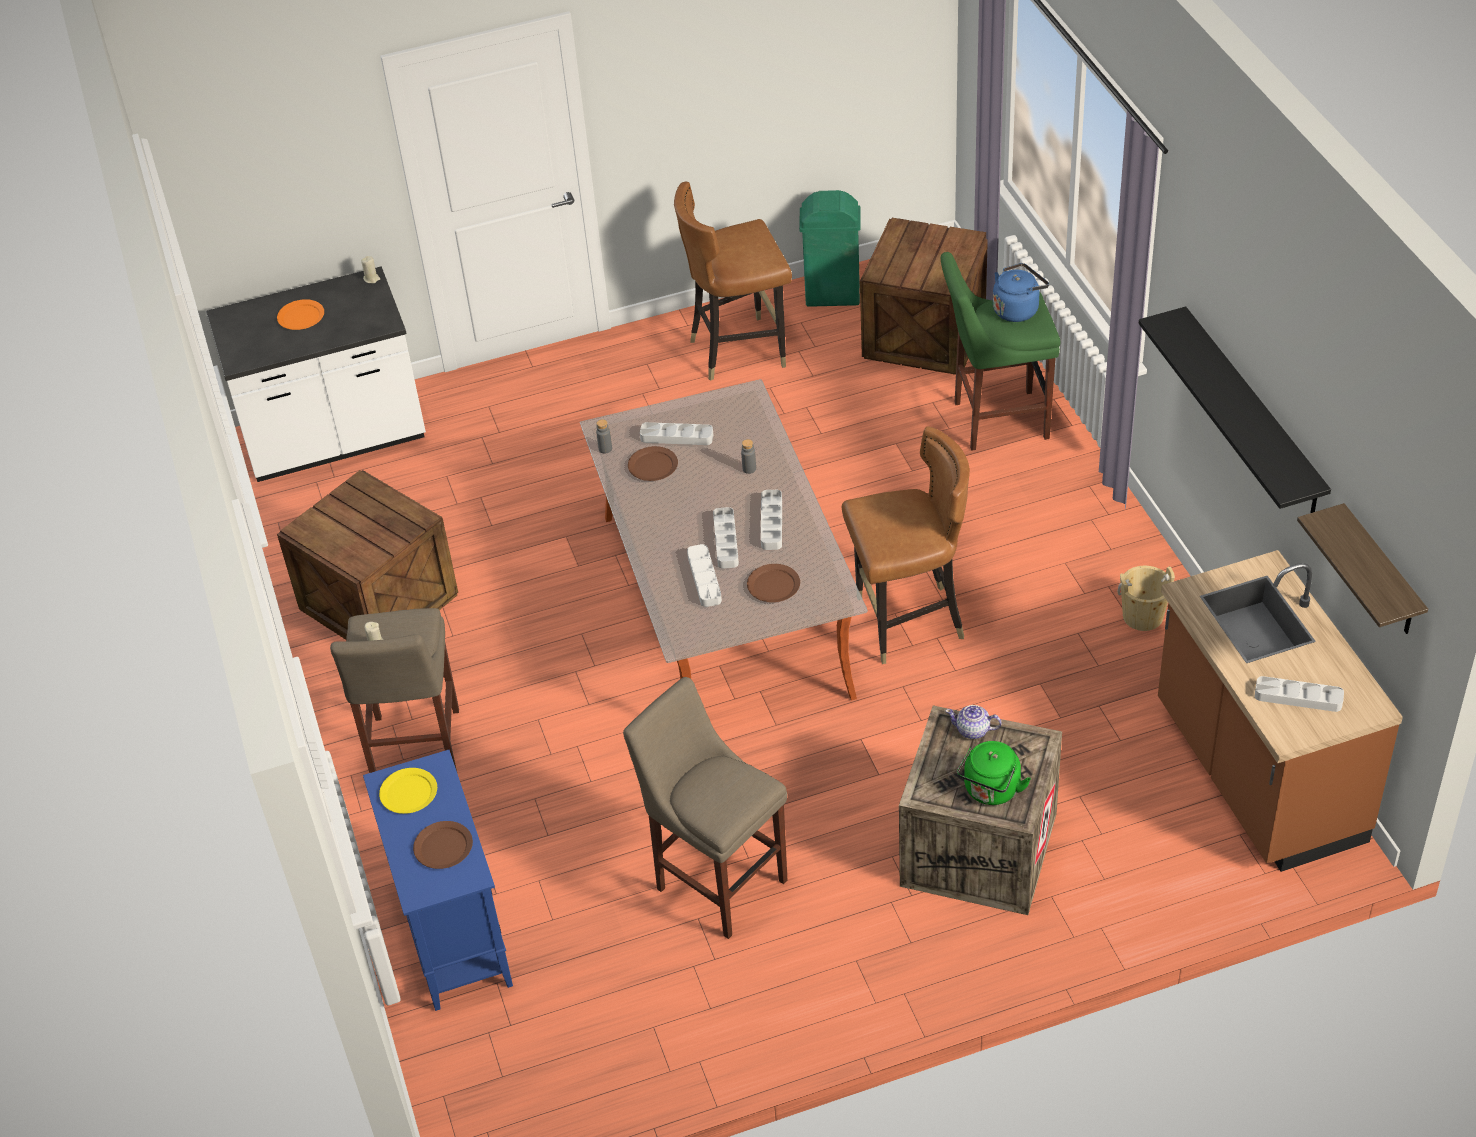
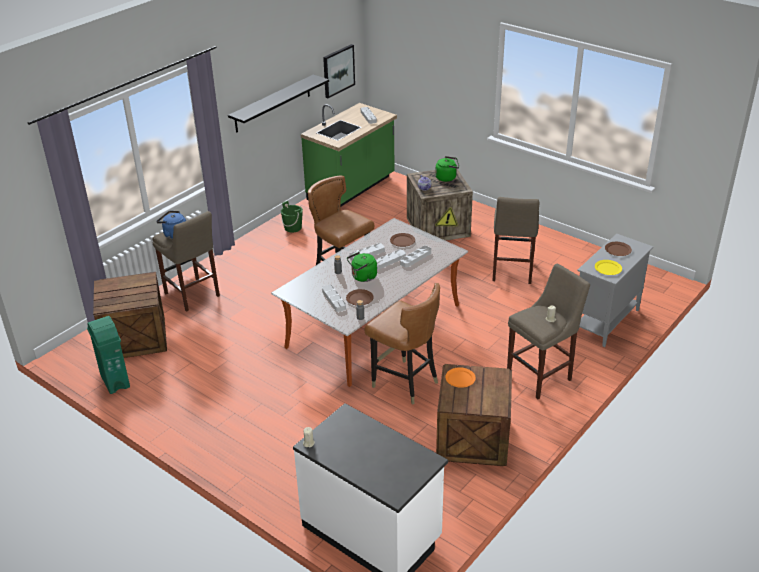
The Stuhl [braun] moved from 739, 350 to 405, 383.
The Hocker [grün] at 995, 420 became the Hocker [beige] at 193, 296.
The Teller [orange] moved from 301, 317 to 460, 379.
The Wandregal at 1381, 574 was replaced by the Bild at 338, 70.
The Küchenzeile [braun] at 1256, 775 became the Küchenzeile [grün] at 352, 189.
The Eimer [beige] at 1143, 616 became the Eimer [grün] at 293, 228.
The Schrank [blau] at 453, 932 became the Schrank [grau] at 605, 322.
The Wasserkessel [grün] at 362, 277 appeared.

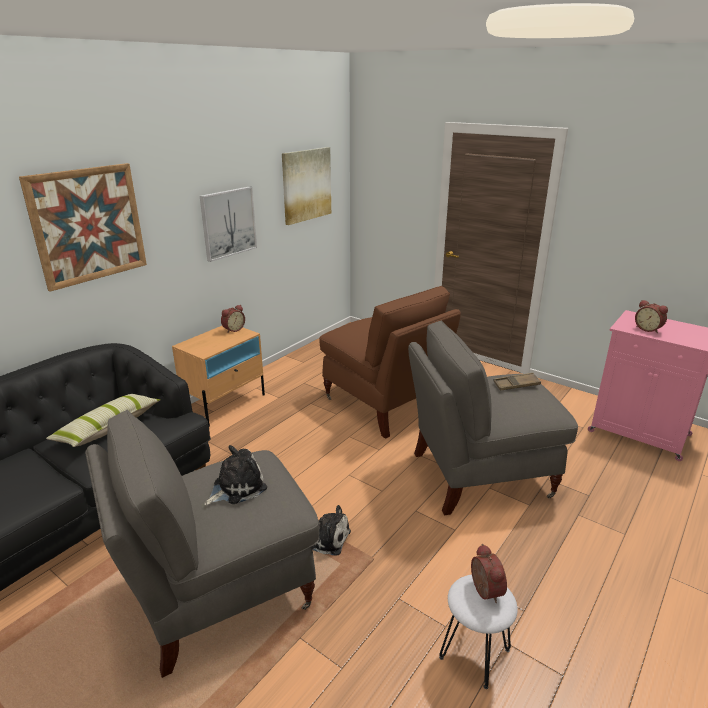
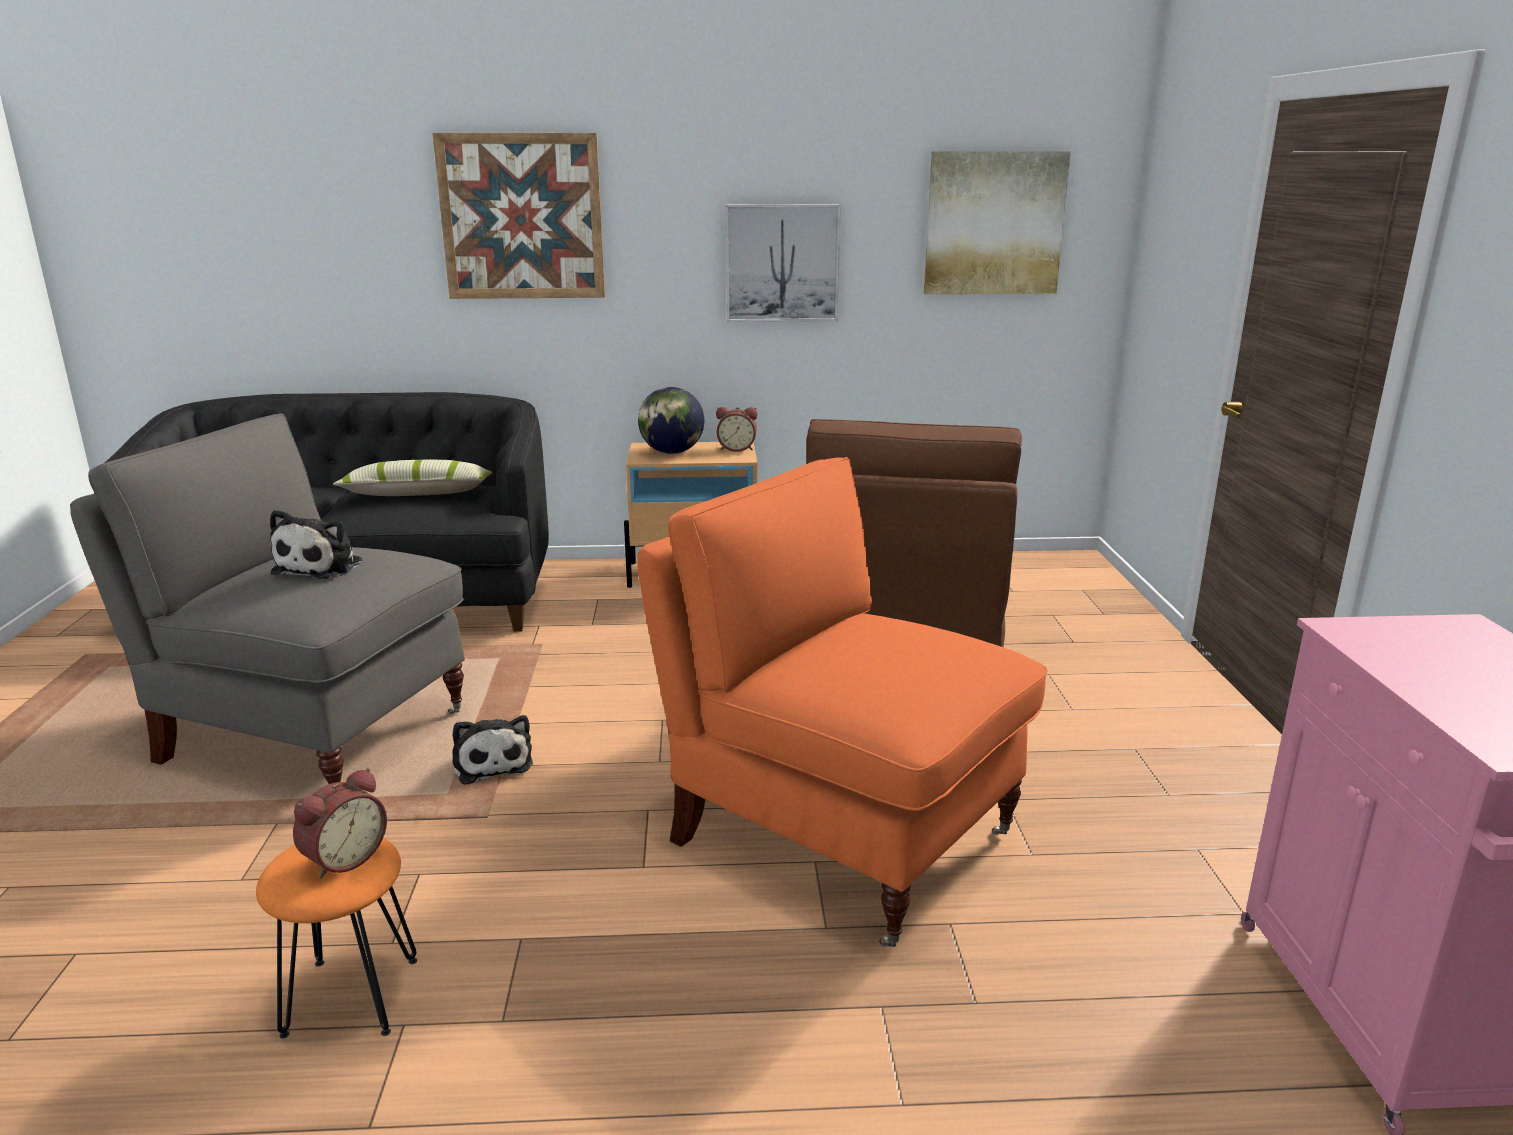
The Wecker at 648, 329 disappeared.
The Sessel [grau] at 479, 475 became the Sessel [orange] at 838, 836.
The Tablett [braun] at 516, 385 disappeared.
The Plüschtier at 236, 487 turned 90 degrees clockwise.
The Hocker [weiß] at 474, 654 became the Hocker [orange] at 349, 996.
The Globus at 671, 452 appeared.

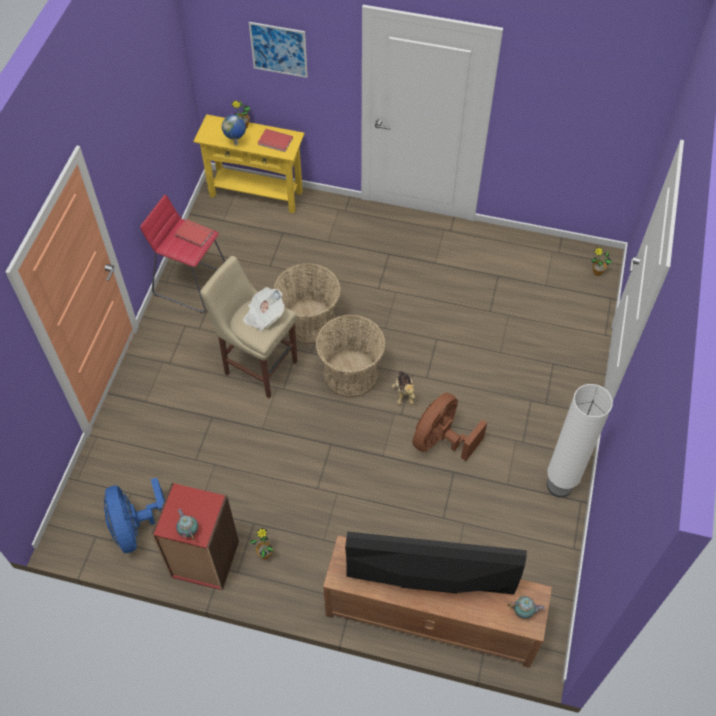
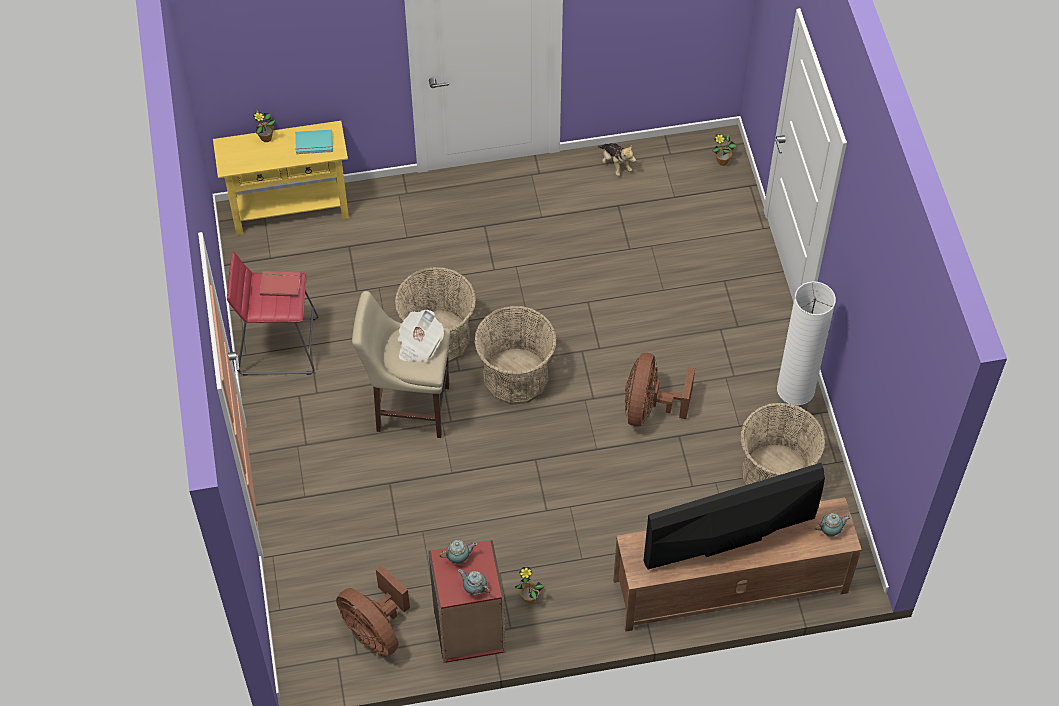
The Bild at 278, 49 disappeared.
The Globus at 236, 144 disappeared.
The Buch [rot] at 275, 142 became the Buch [türkis] at 314, 144.
The Plüschtier moved from 403, 392 to 615, 164.
The Ventilator [blau] at 135, 527 became the Ventilator [braun] at 375, 630.
The Korb at 775, 474 appeared.
The Teekanne at 459, 558 appeared.

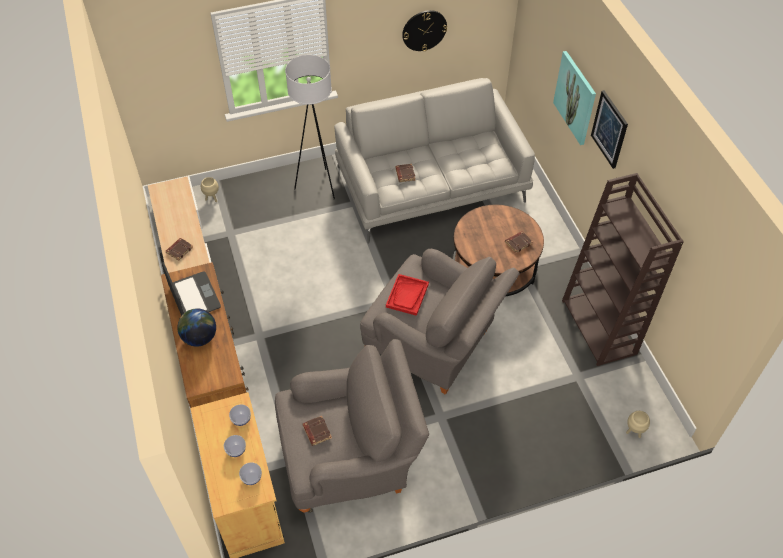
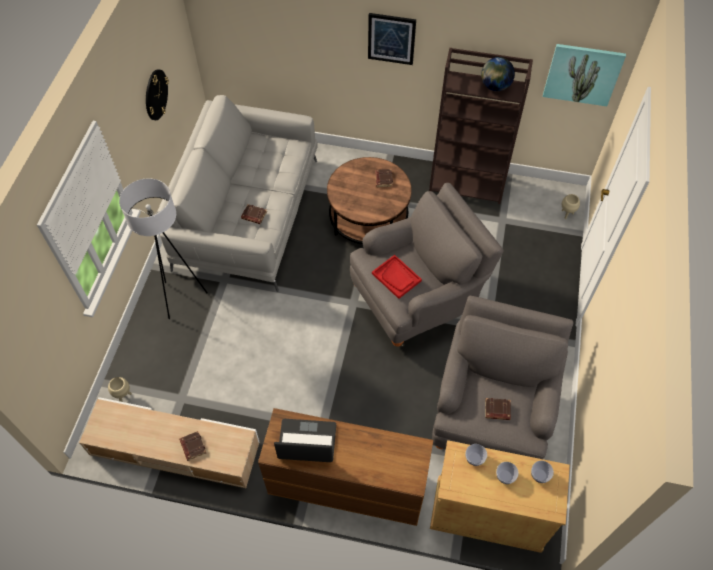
The Bild moved from 575, 98 to 582, 74.
The Globus moved from 199, 337 to 495, 86.

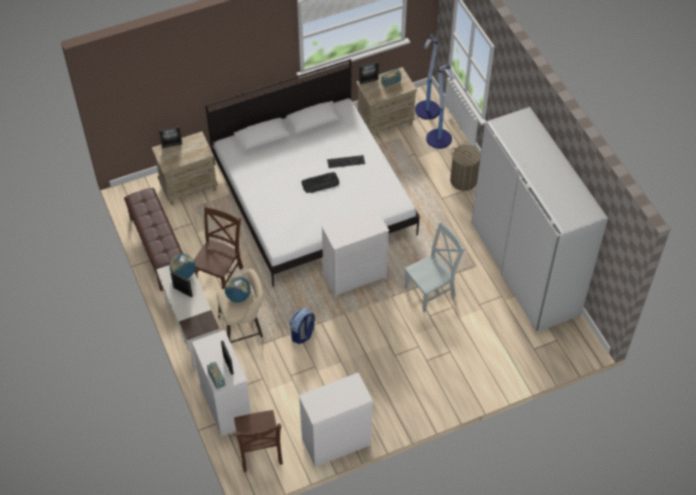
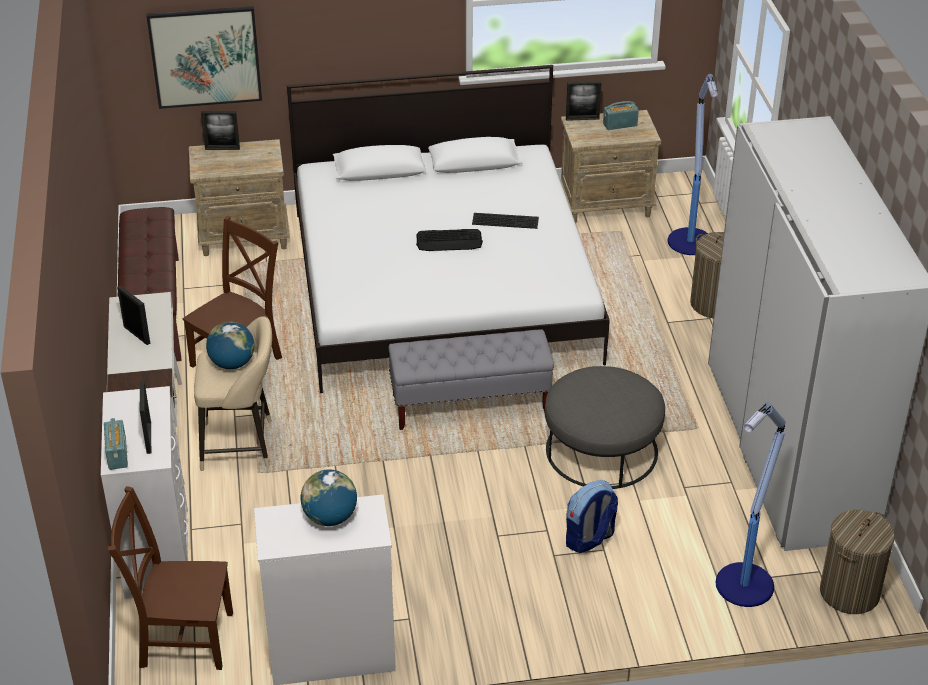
The Stehlampe moved from 427, 110 to 743, 586.
The Kommode [weiß] at 355, 276 was replaced by the Bank [grau] at 470, 405.
The Stuhl [grau] at 431, 290 was replaced by the Polsterhocker [grau] at 602, 450.
The Globus moved from 183, 274 to 330, 517.
The Rucksack moved from 302, 334 to 589, 539.
The Stuhl [braun] at 259, 452 turned 90 degrees clockwise.
The Bild at 205, 56 appeared.
The Wäschekorb at 849, 592 appeared.

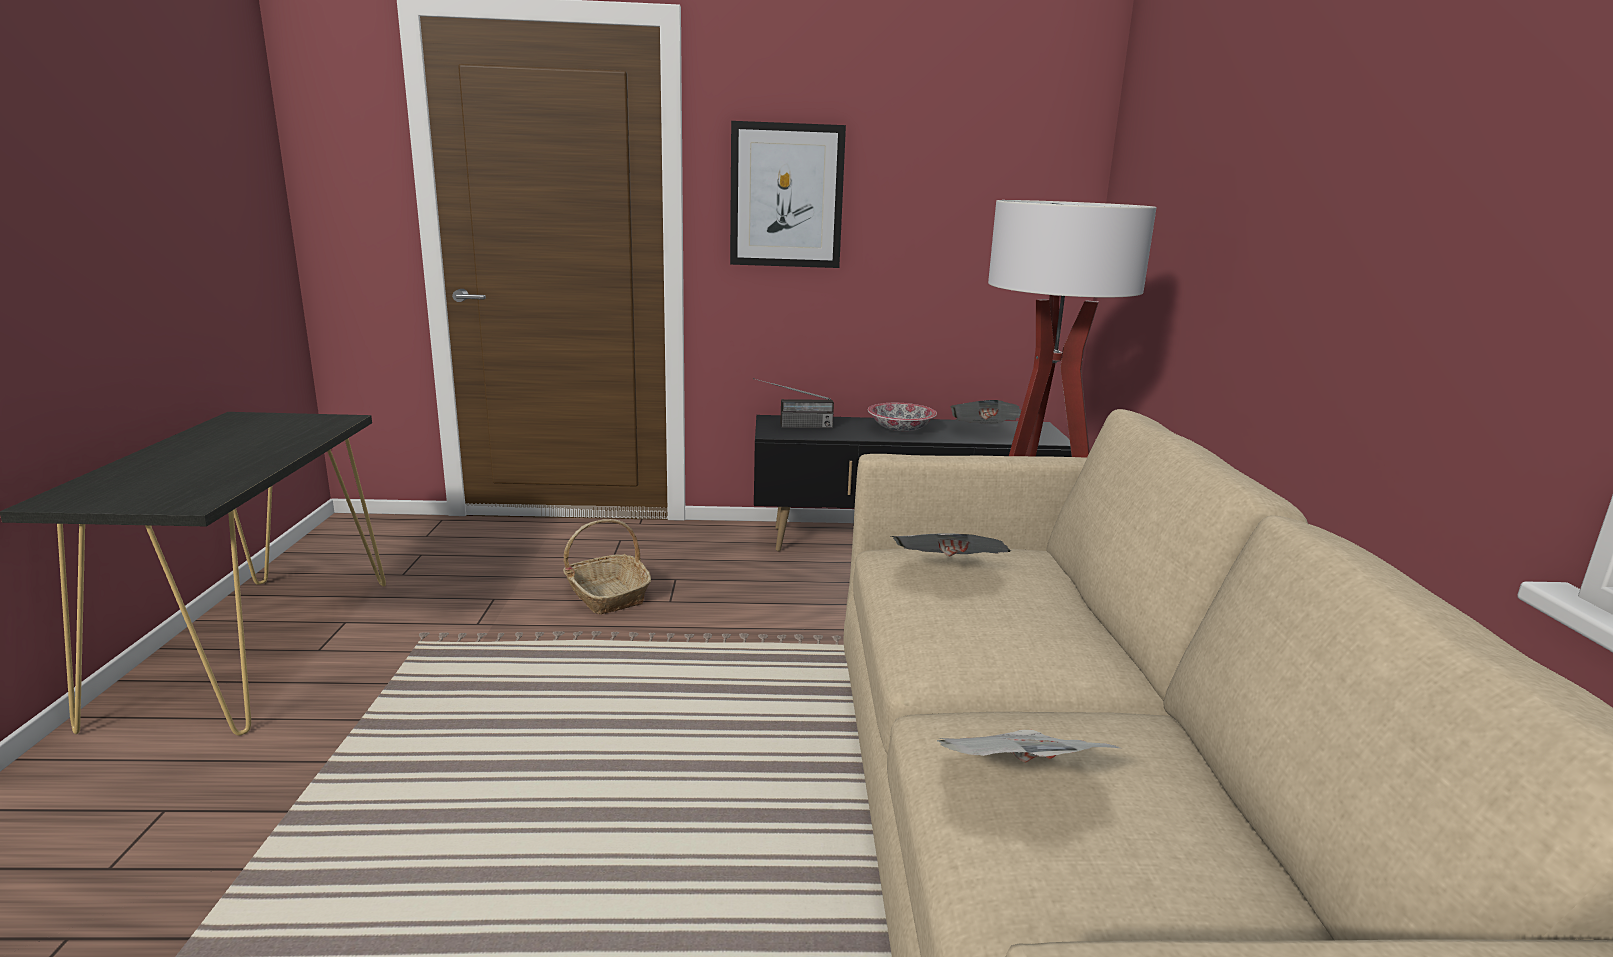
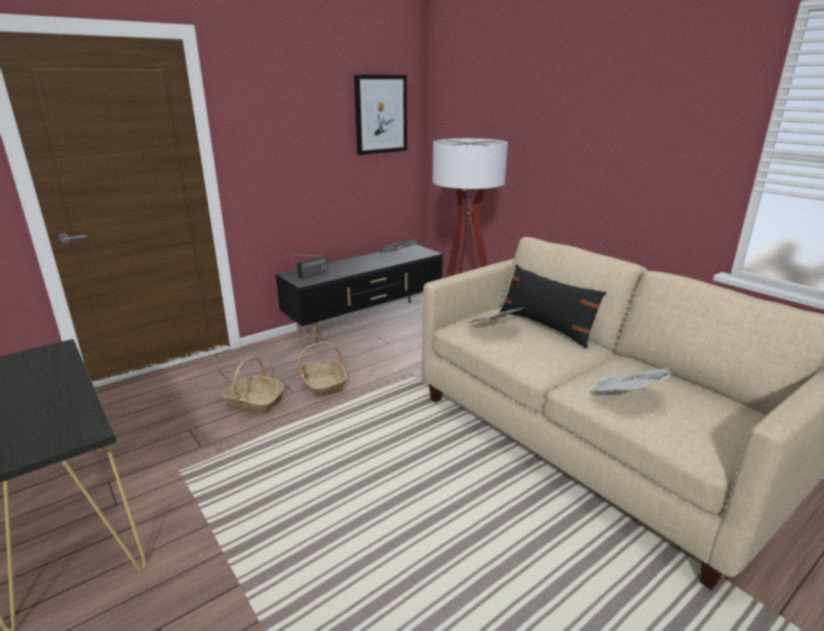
The Bild moved from 786, 196 to 380, 114.
The Schüssel at 901, 429 disappeared.
The Kissen [schwarz] at 546, 326 appeared.
The Korb at 323, 384 appeared.

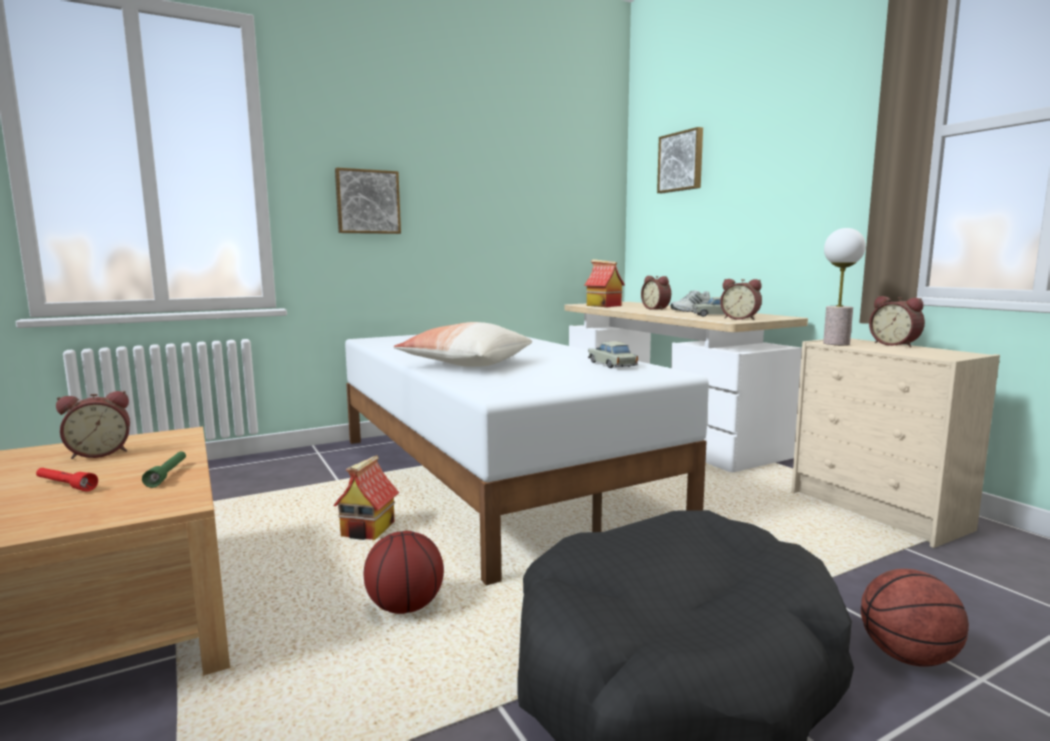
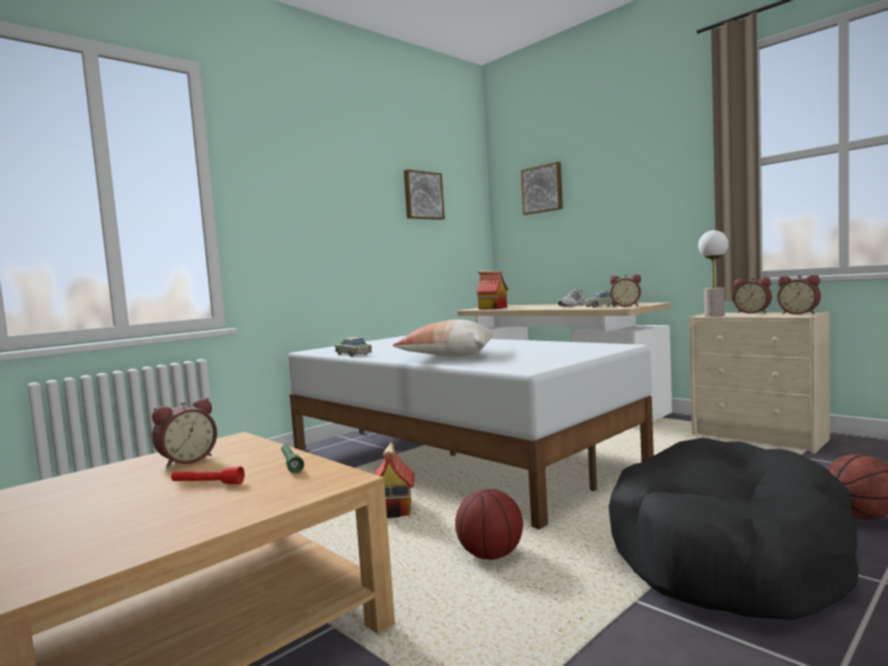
The Bild moved from 367, 202 to 422, 195.
The Wecker moved from 657, 309 to 799, 313.
The Spielzeugauto [beige] moved from 612, 365 to 353, 354.

